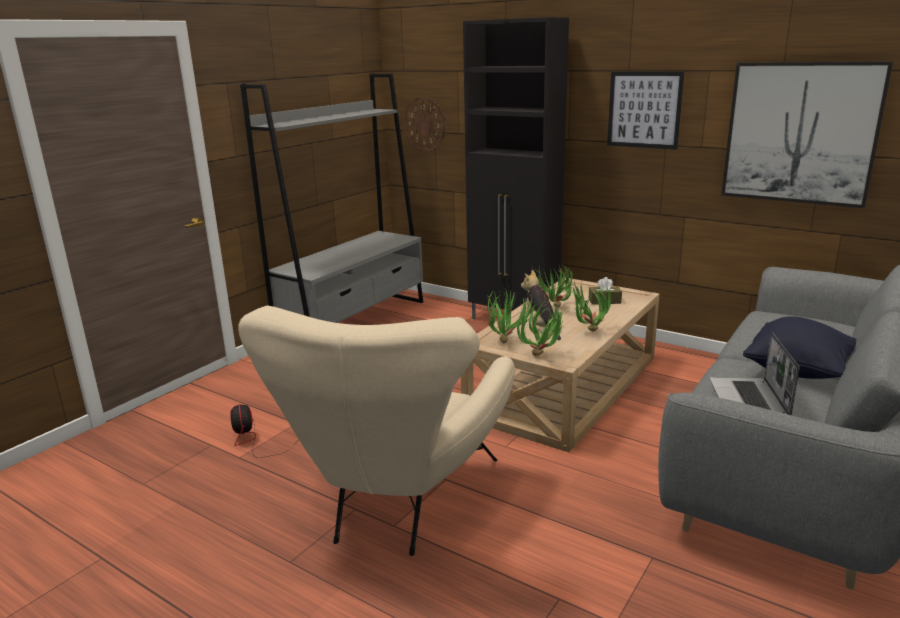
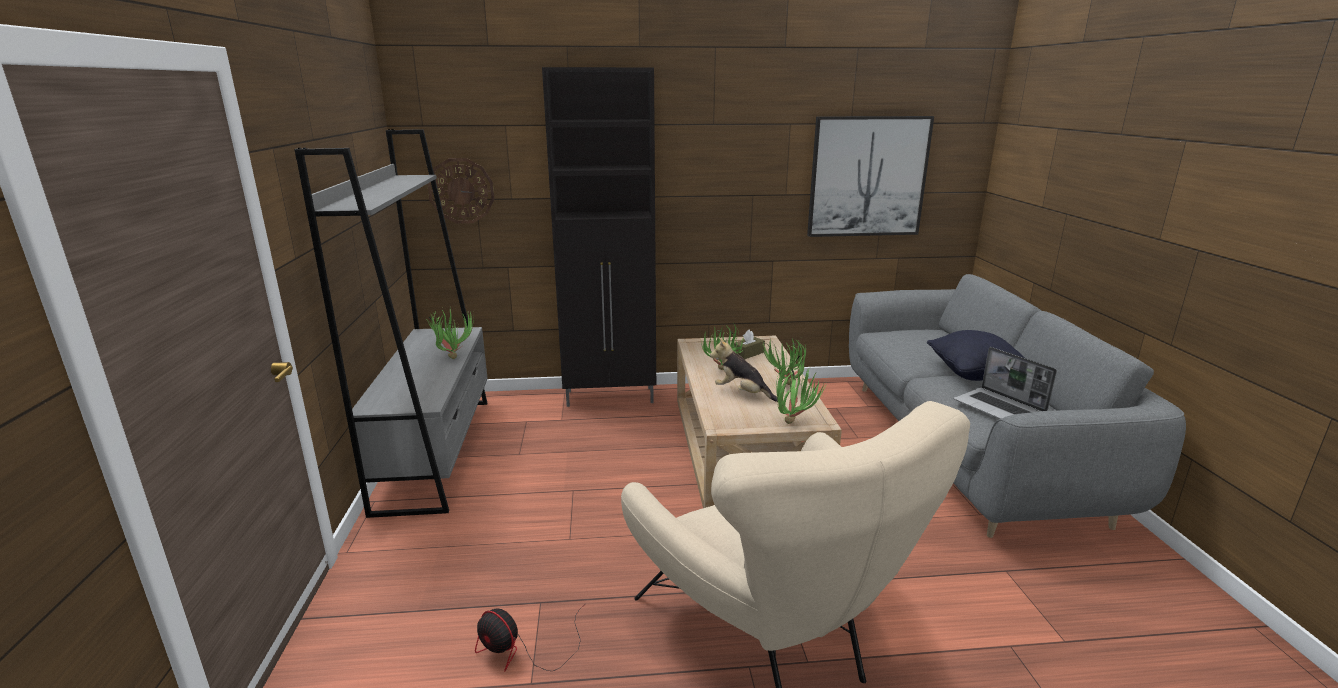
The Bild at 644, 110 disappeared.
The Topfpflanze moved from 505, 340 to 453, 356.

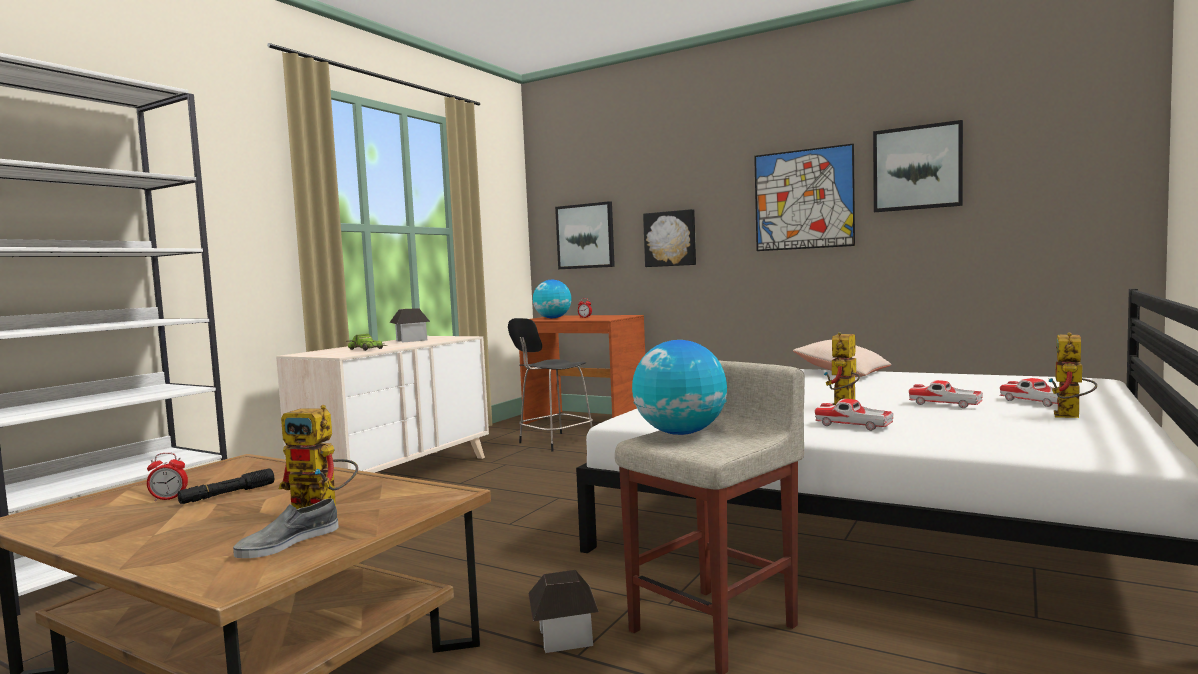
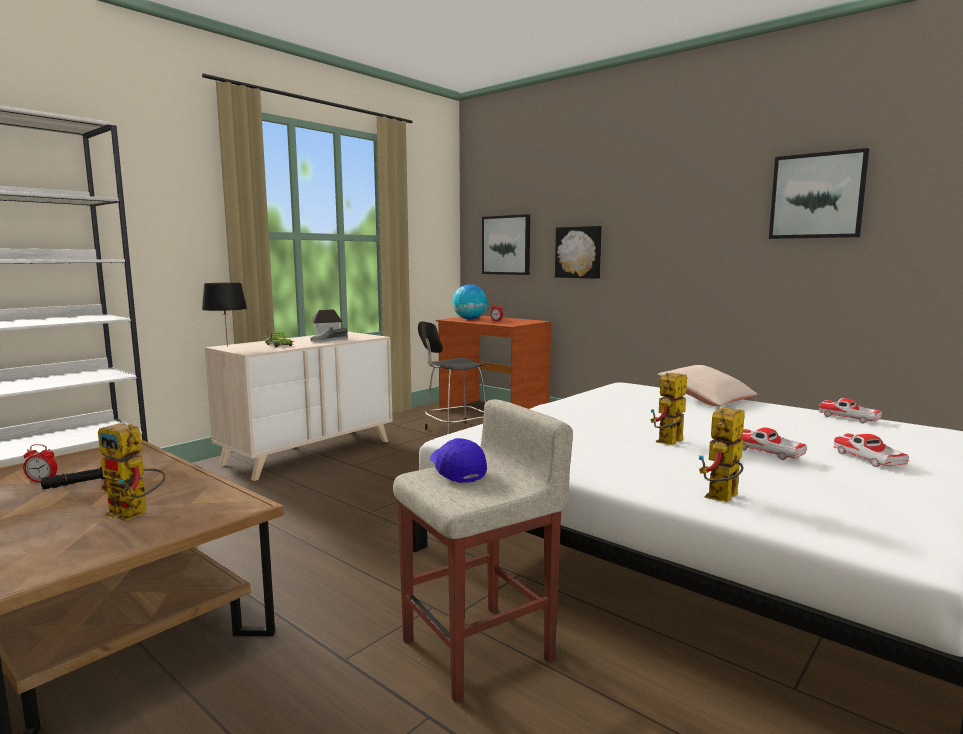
The Bild at 803, 199 disappeared.
The Spielzeugroboter moved from 1071, 417 to 722, 499.
The Globus at 680, 433 was replaced by the Kappe [blau] at 457, 471.
The Spielzeugauto moved from 854, 425 to 849, 418.
The Schuh [grau] moved from 288, 542 to 329, 341.
The Spielzeughaus at 564, 637 disappeared.
The Tischlampe [schwarz] at 227, 346 appeared.

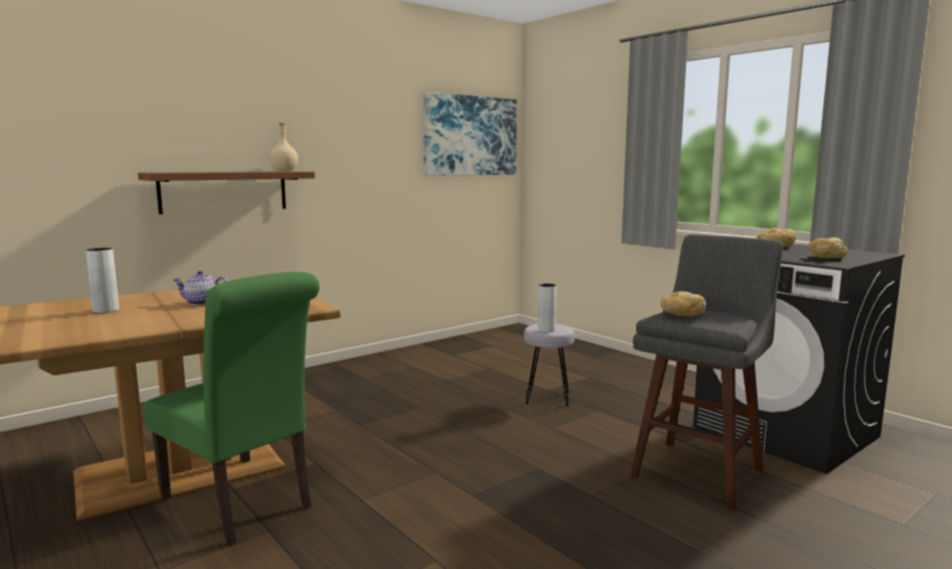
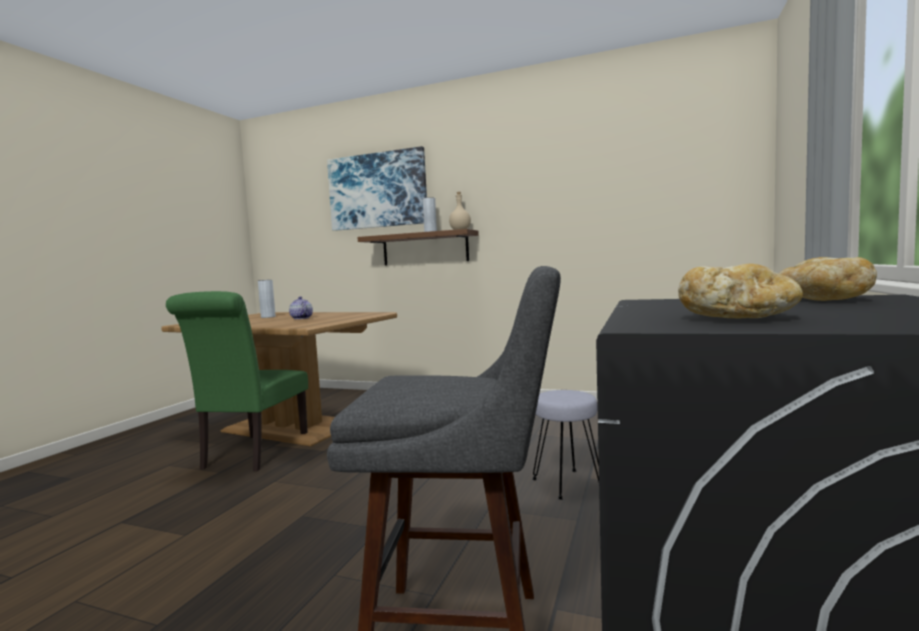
The Bild moved from 470, 135 to 377, 190.
The Vase [grau] moved from 546, 330 to 430, 232.
The Brot at 680, 315 disappeared.

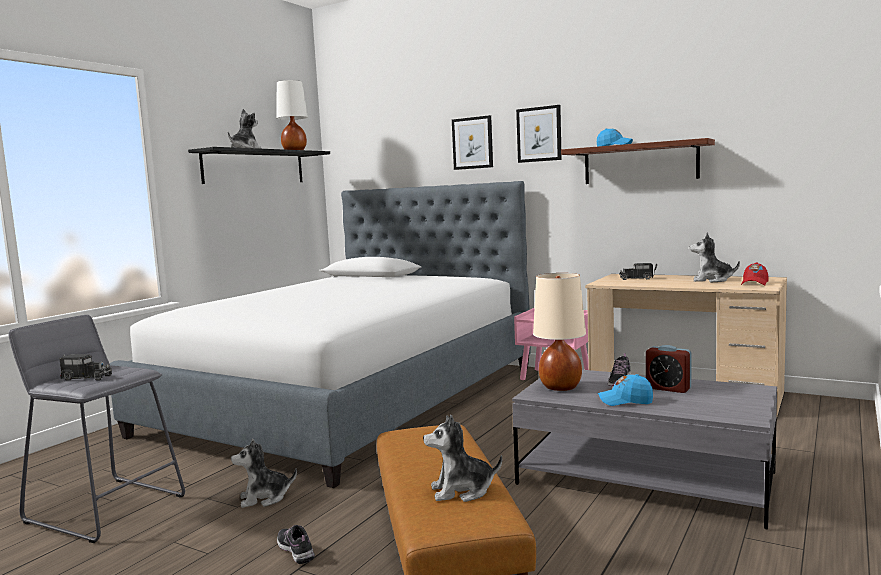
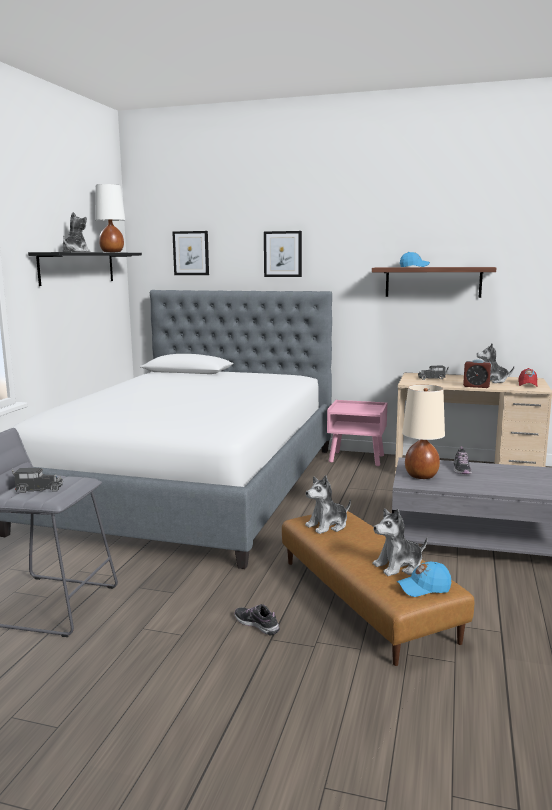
The Bild moved from 539, 134 to 191, 253.
The Wecker moved from 668, 388 to 476, 386.
The Kappe [blau] moved from 625, 401 to 424, 588.
The Plüschtier moved from 264, 498 to 327, 525.

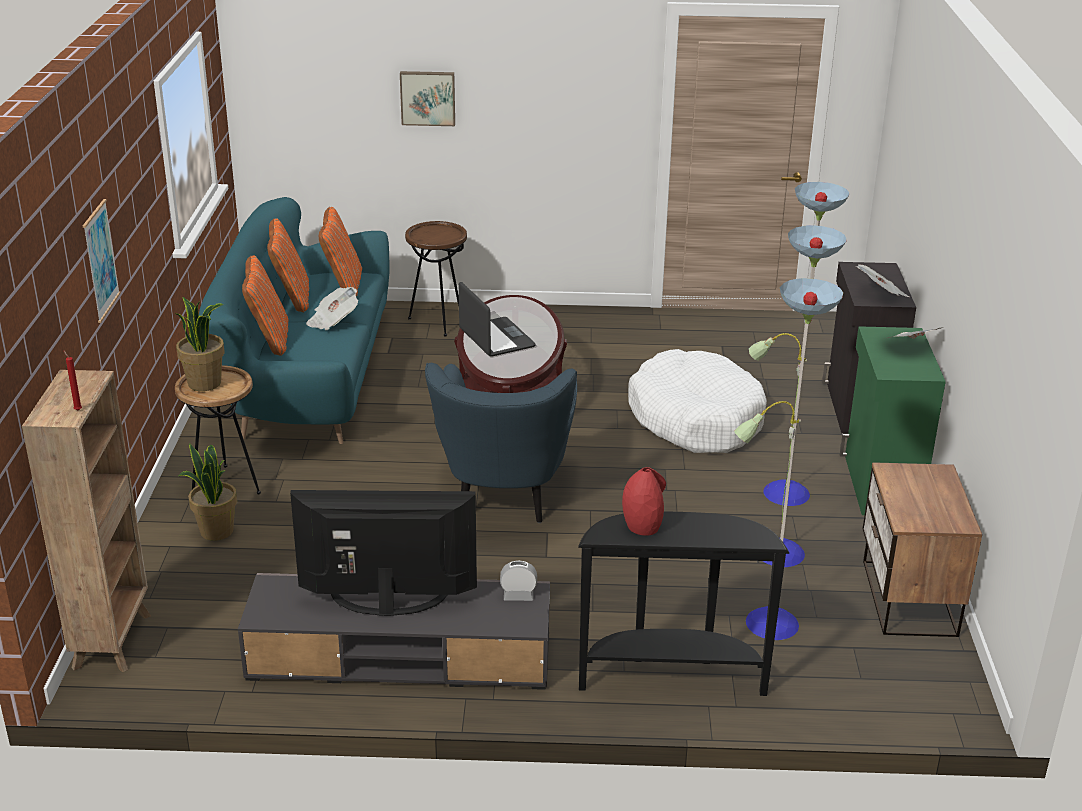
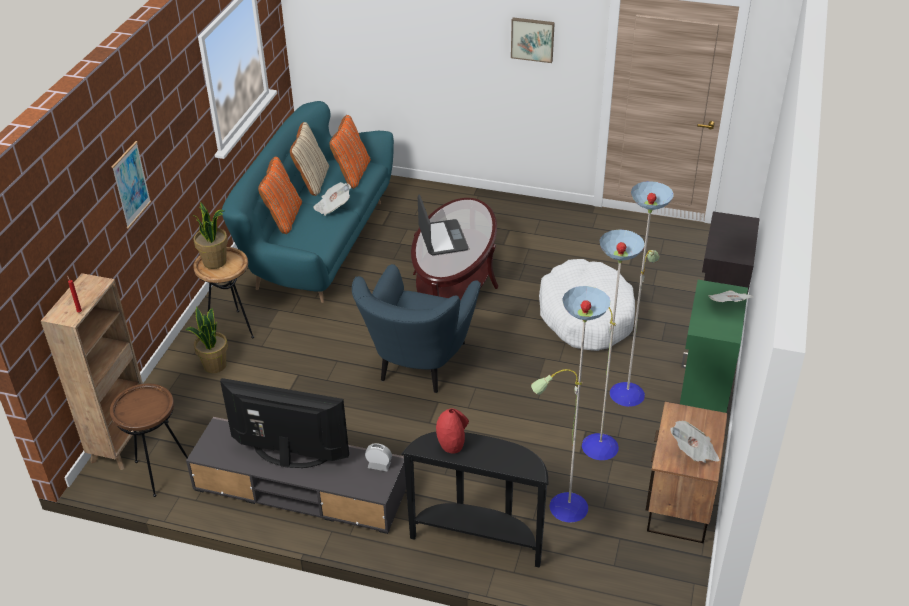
The Bild moved from 428, 97 to 532, 39.
The Kissen [orange] at 291, 298 became the Kissen [beige] at 312, 181.
The Beistelltisch [braun] moved from 438, 322 to 159, 472.
The Zeitung moved from 881, 294 to 693, 452.

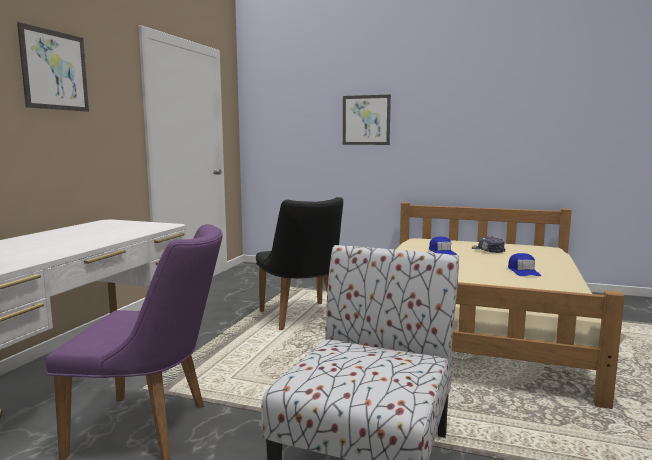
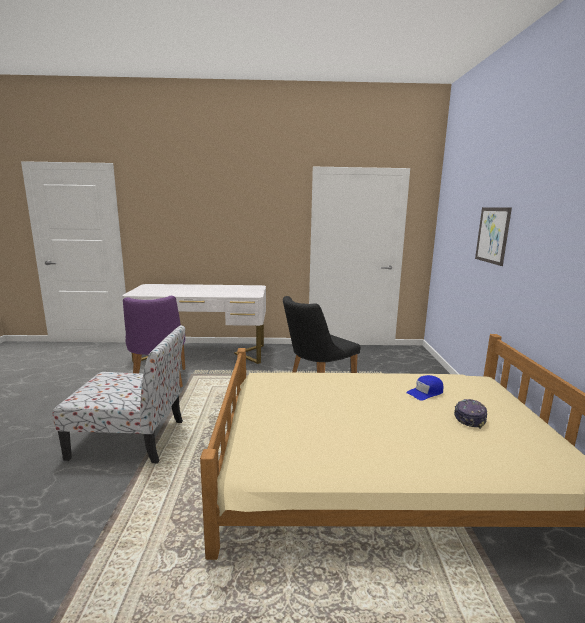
The Bild at 55, 70 disappeared.
The Kappe [blau] at 523, 271 disappeared.

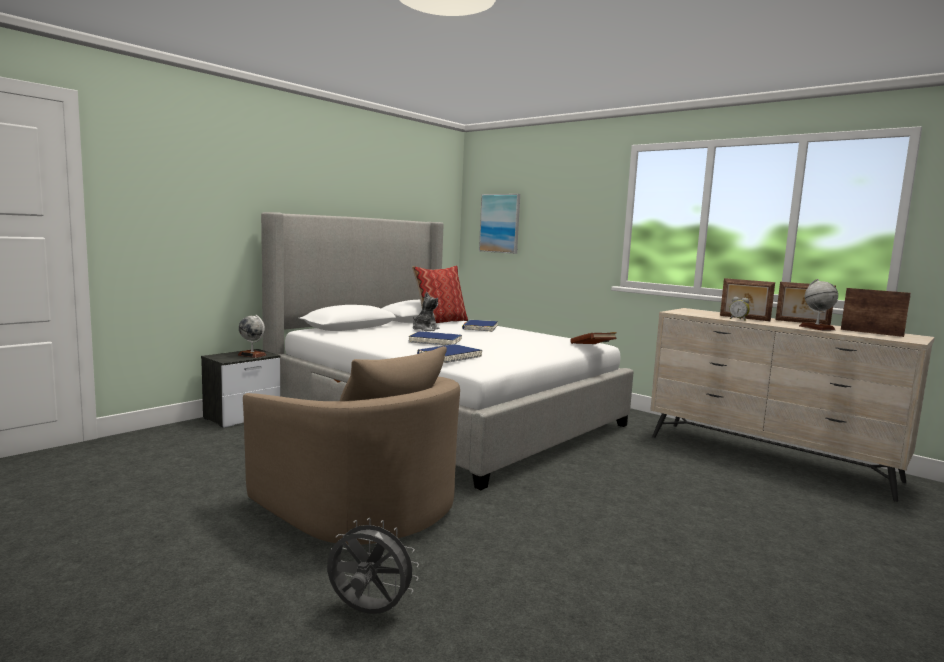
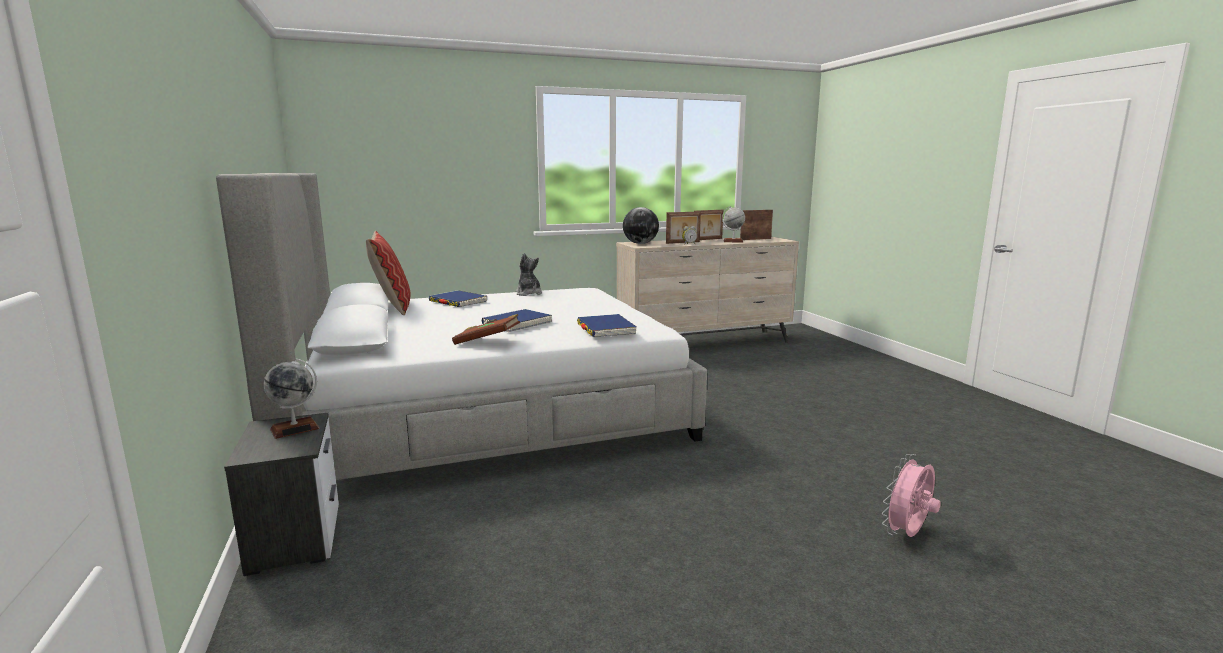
The Bild at 500, 223 disappeared.
The Plüschtier moved from 424, 329 to 528, 293.
The Buch [braun] moved from 593, 347 to 487, 342.
The Sessel [beige] at 359, 505 disappeared.
The Ventilator [grau] at 368, 612 became the Ventilator [rosa] at 907, 535.
The Globus at 640, 243 appeared.

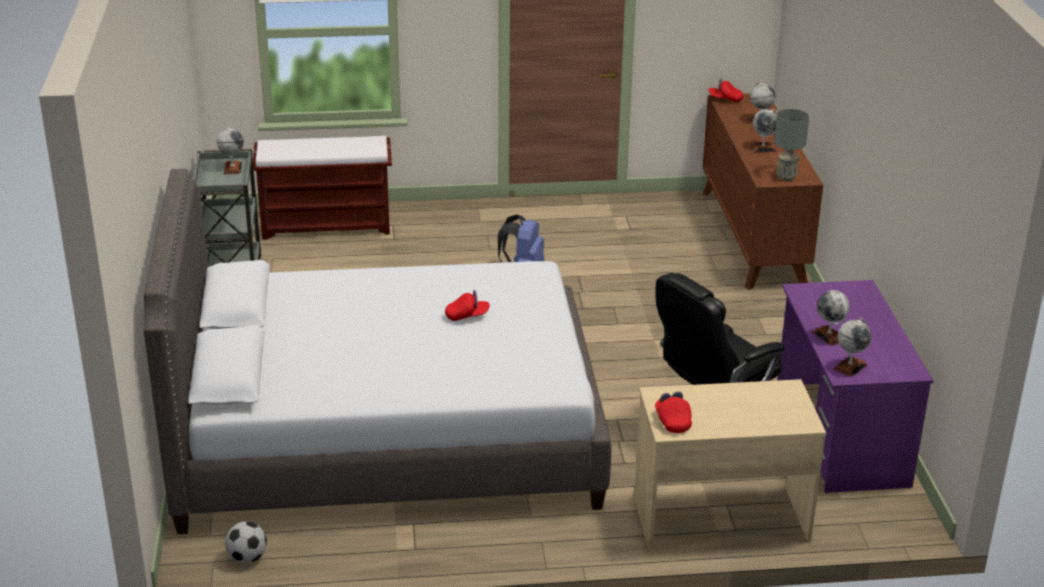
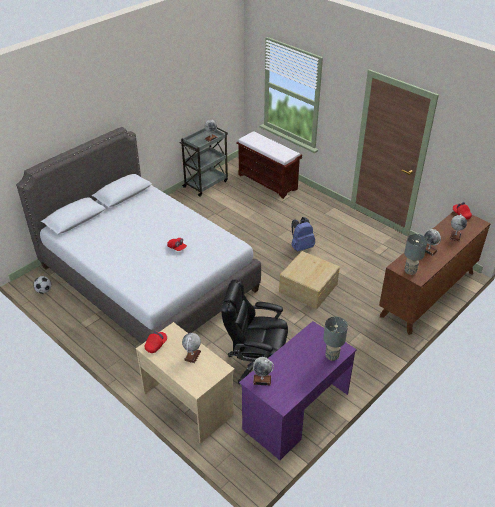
The Globus moved from 829, 336 to 192, 355.
The Aufbewahrungsbox [beige] at 308, 288 appeared.
The Tischlampe [grau] at 331, 356 appeared.

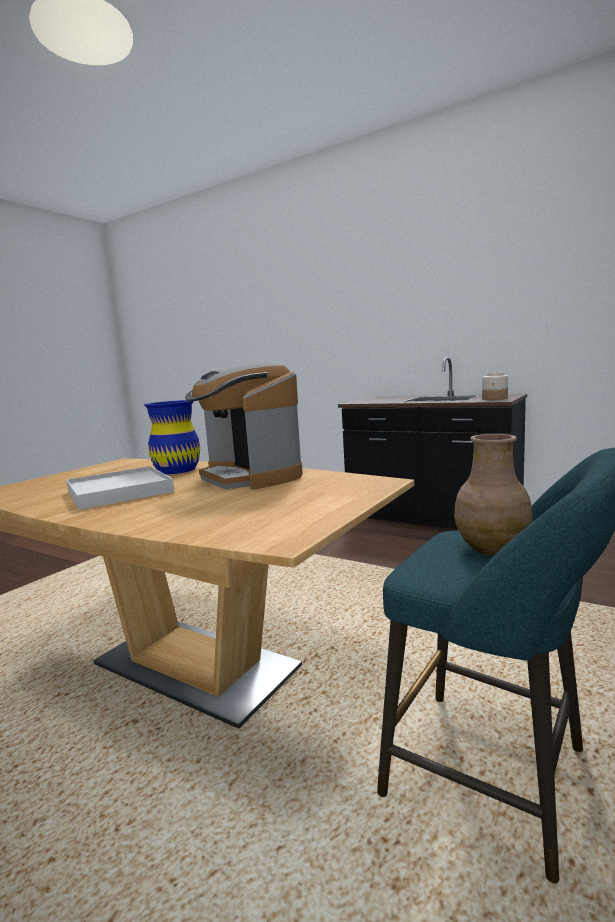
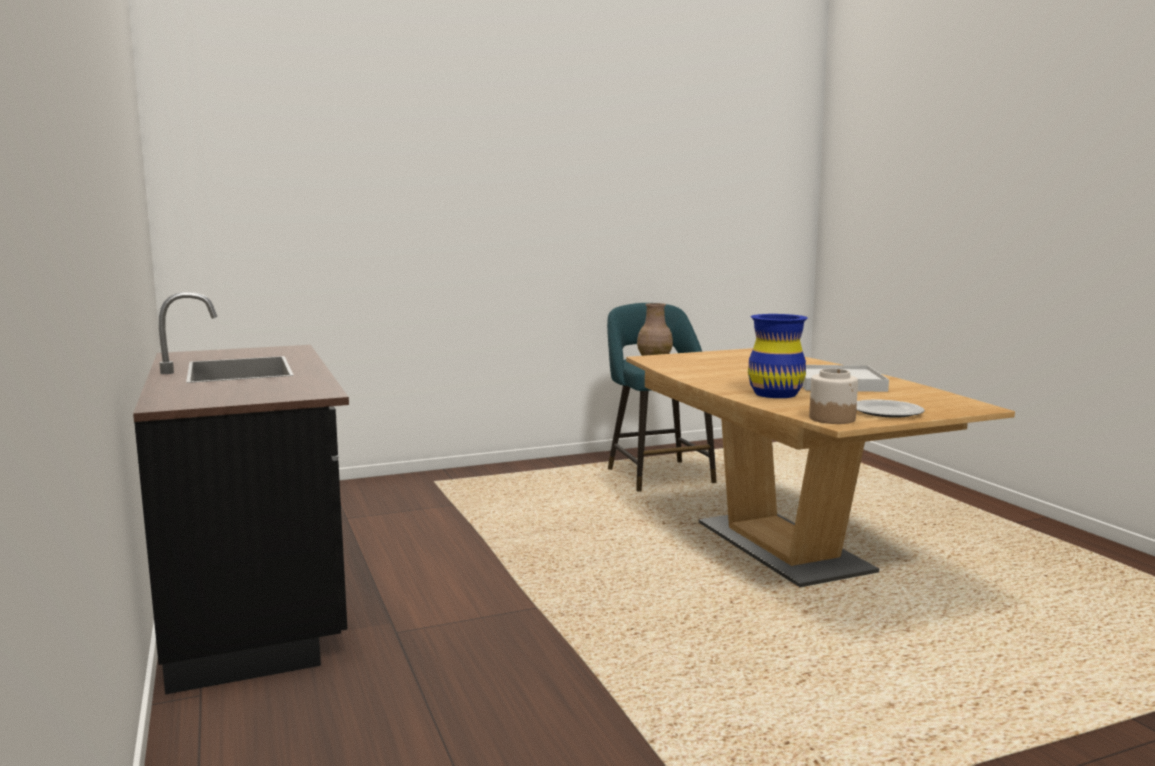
The Kaffeemaschine at 250, 477 disappeared.
The Vorratsglas moved from 495, 399 to 832, 419.
The Teller at 886, 411 appeared.

